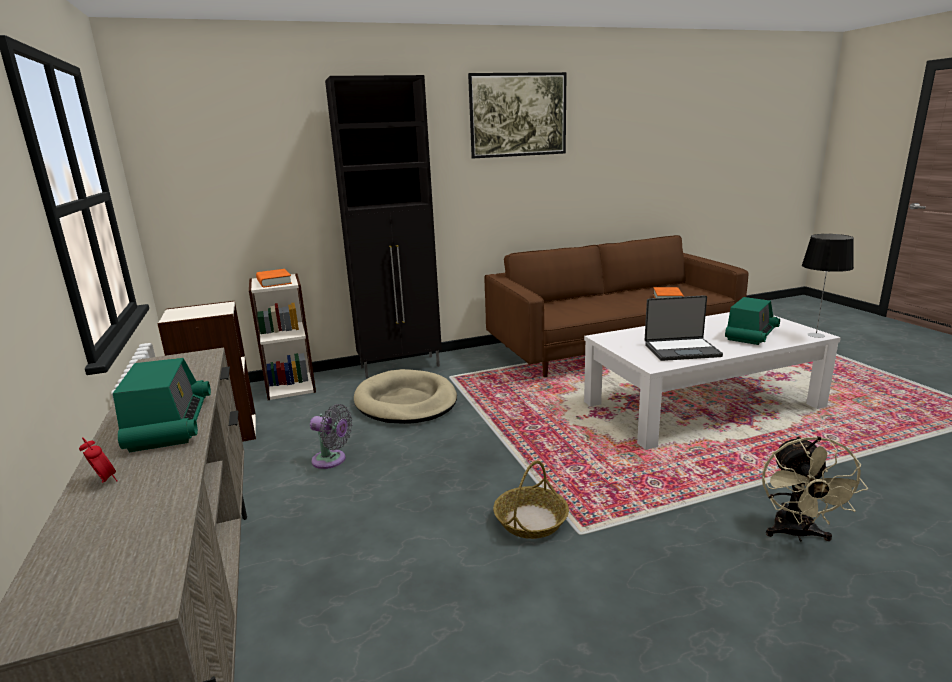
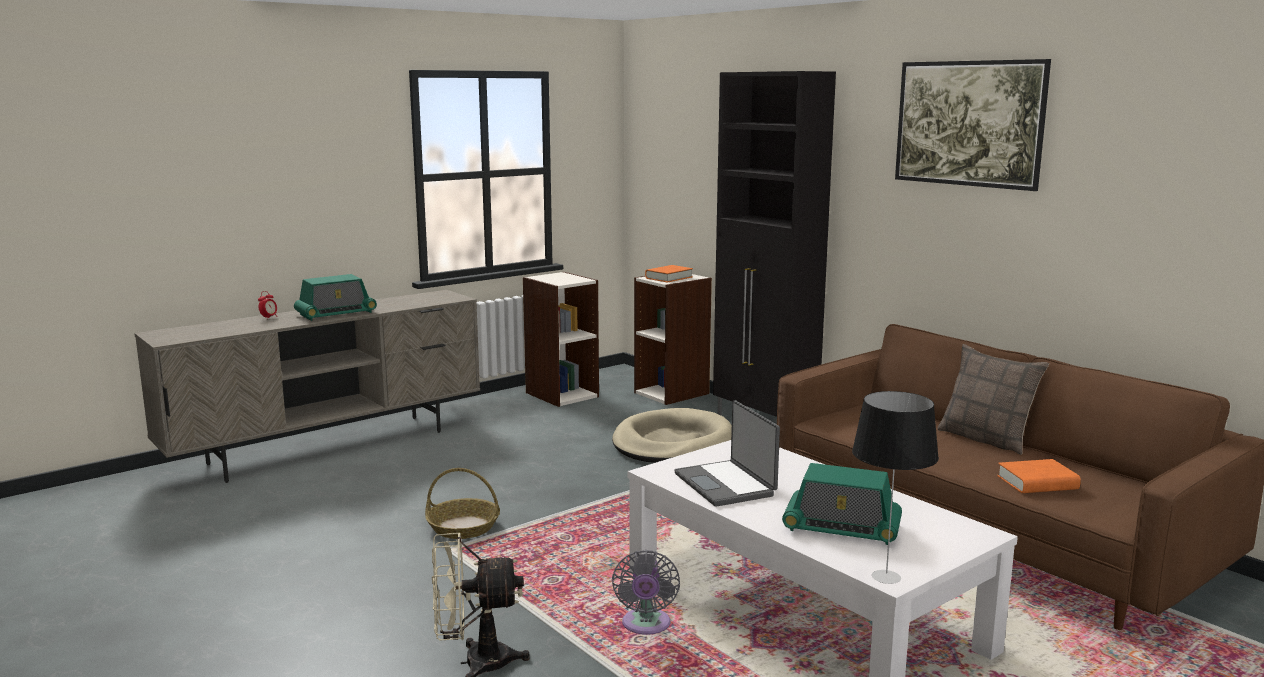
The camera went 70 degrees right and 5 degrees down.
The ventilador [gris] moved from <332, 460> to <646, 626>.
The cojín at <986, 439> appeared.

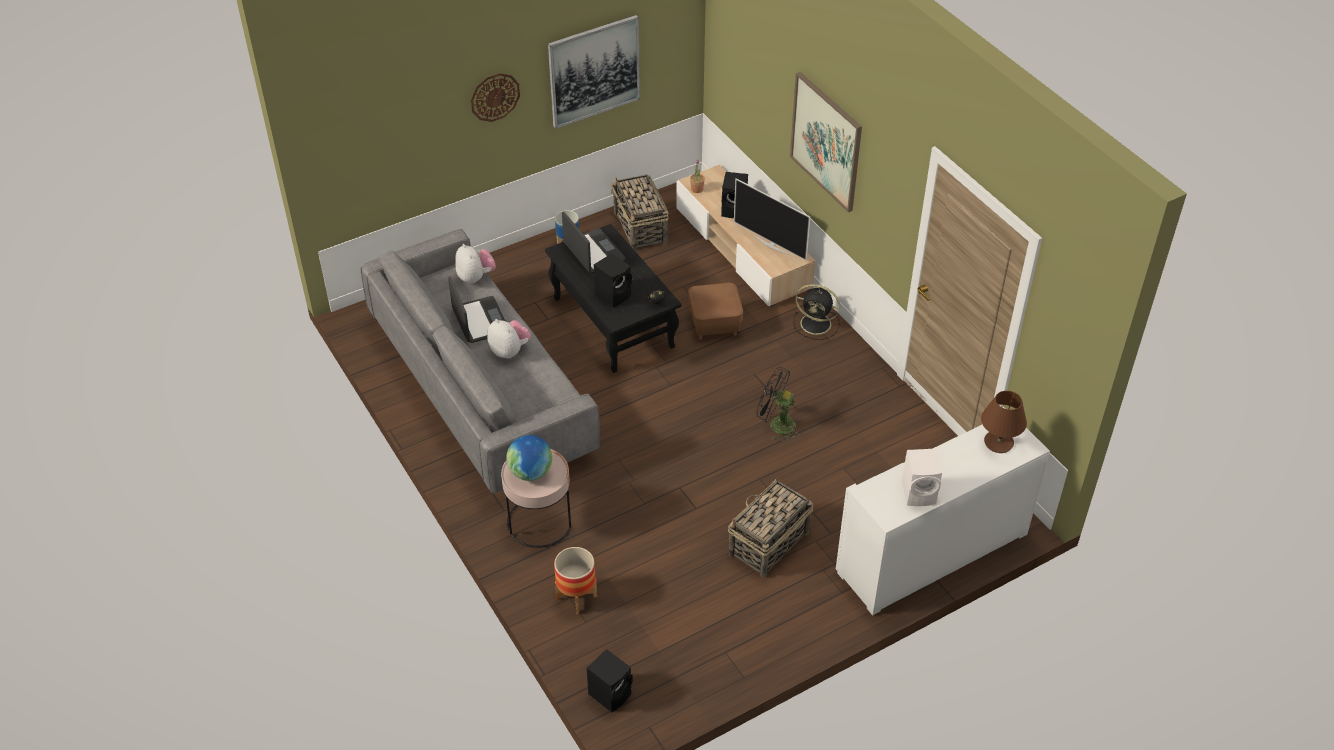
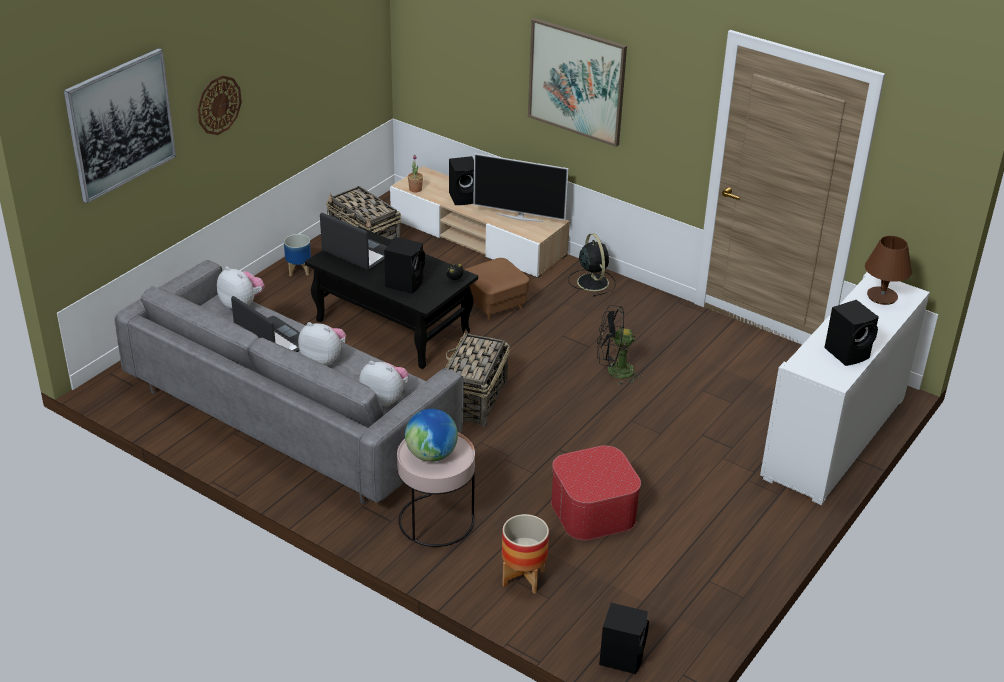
The camera went 25 degrees left and 10 degrees down.
The cuadro moved from <594, 71> to <120, 124>.
The cesta moved from <768, 544> to <473, 400>.
The ventilador [negro] at <817, 324> turned 105 degrees counterclockwise.
The altavoz [blanco] at <920, 493> became the altavoz [negro] at <848, 353>.
The peluche at <385, 399> appeared.
The puf at <593, 511> appeared.

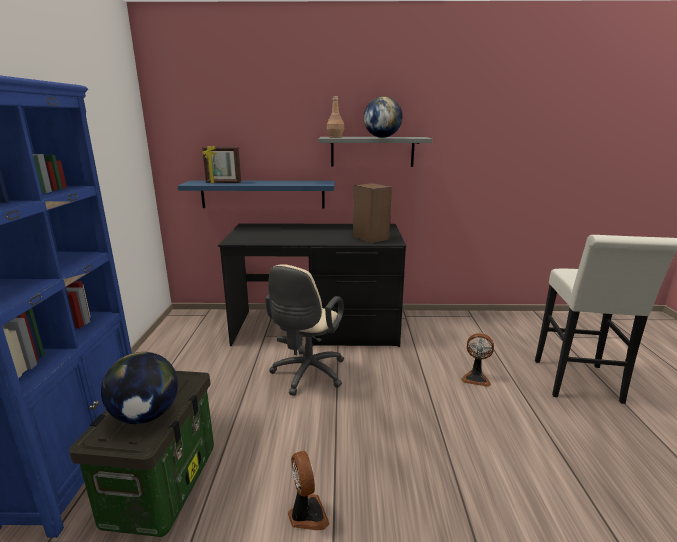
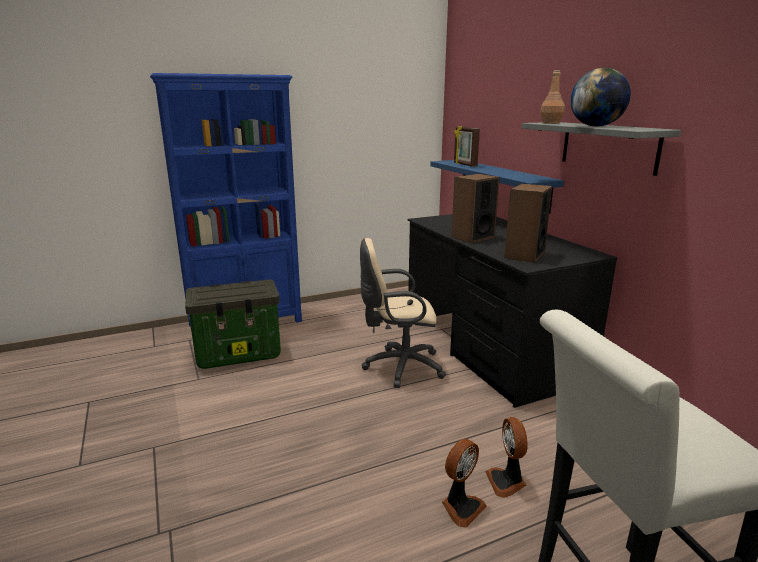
The camera went 65 degrees right and 0 degrees up.
The globo terráqueo at <146, 415> disappeared.
The ventilador moved from <306, 515> to <461, 507>.
The altavoz at <472, 237> appeared.

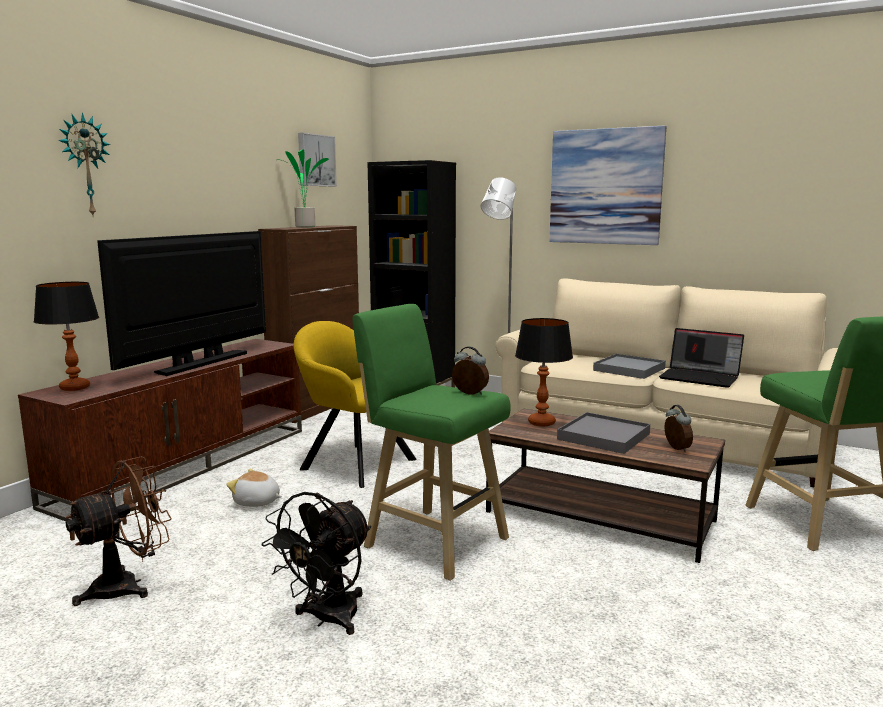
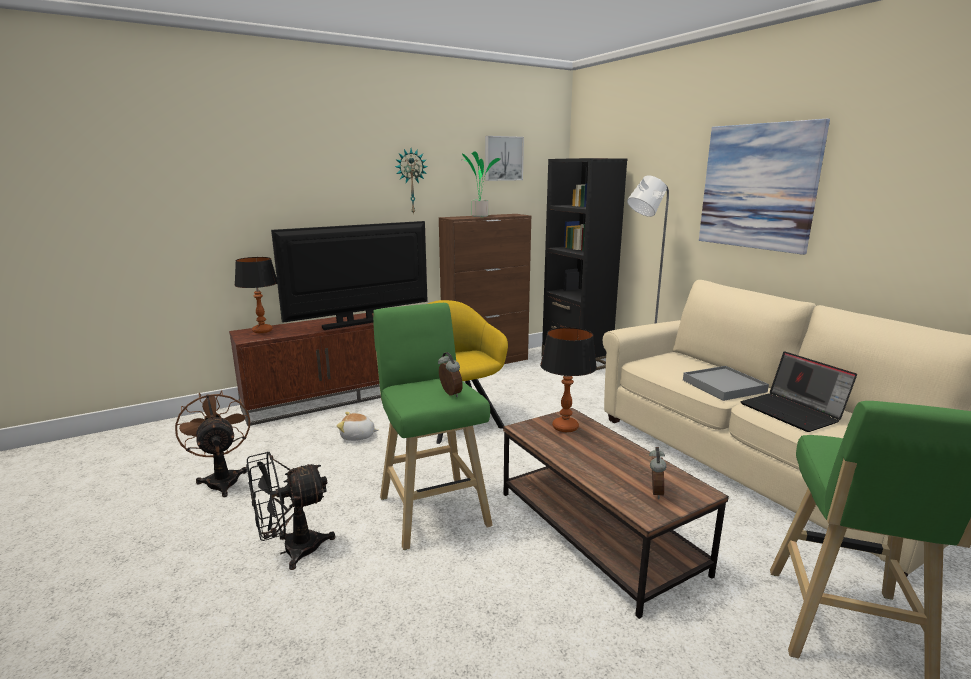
The camera went 30 degrees right and 5 degrees up.
The reloj de pared moved from <85, 165> to <411, 181>.
The ventilador [marrón] at <127, 585> turned 105 degrees counterclockwise.
The peluche at <256, 502> turned 45 degrees counterclockwise.
The bandeja [gris] at <604, 436> disappeared.

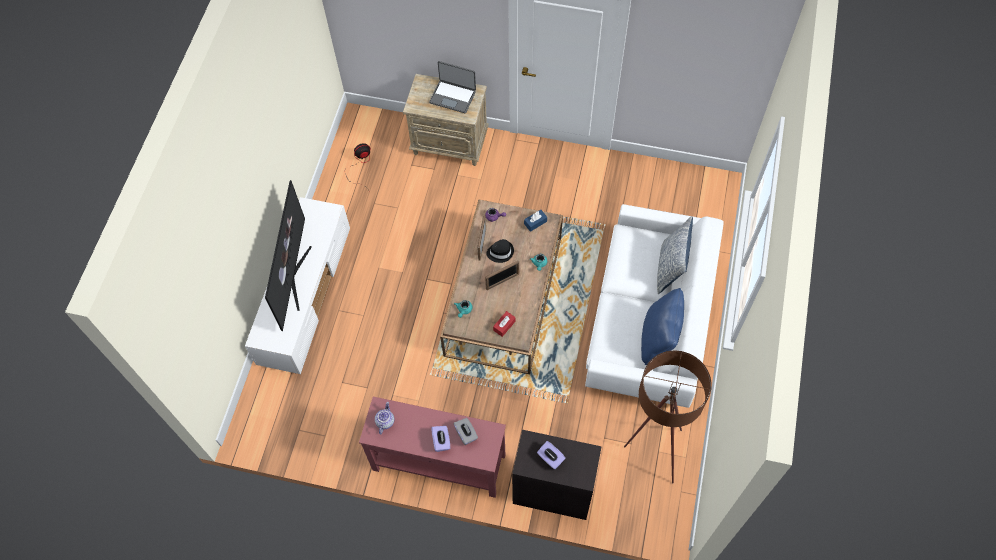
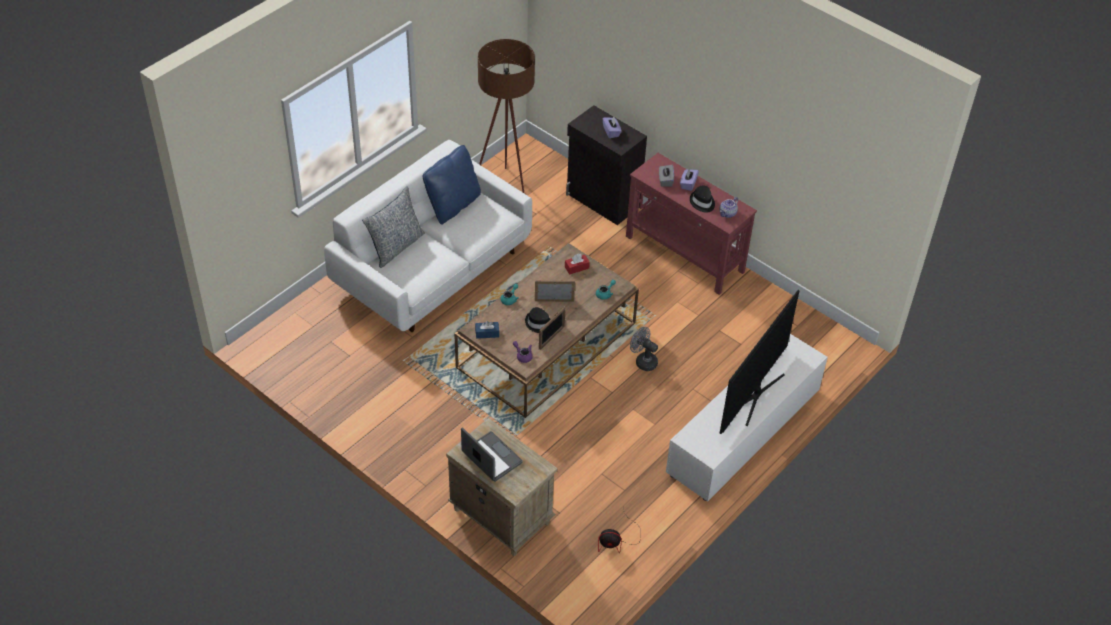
The camera went 155 degrees left and 15 degrees down.
The ventilador [gris] at <643, 361> appeared.
The sombrero [negro] at <702, 202> appeared.

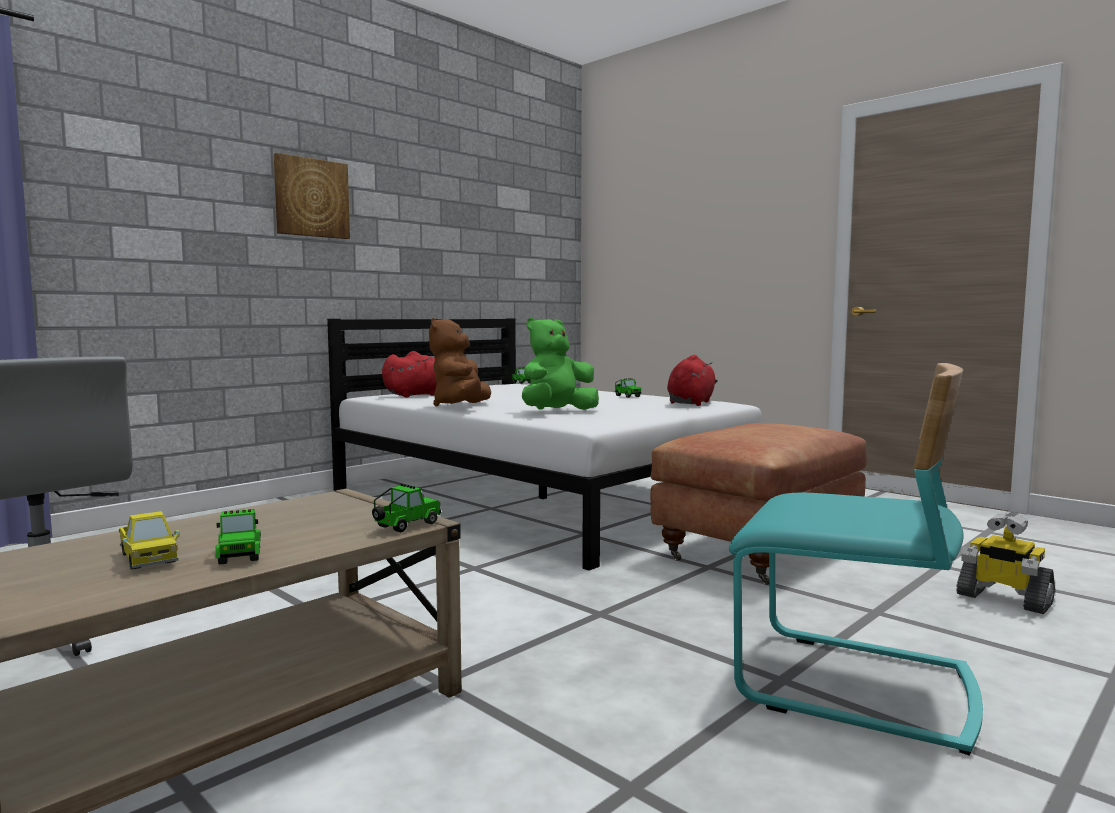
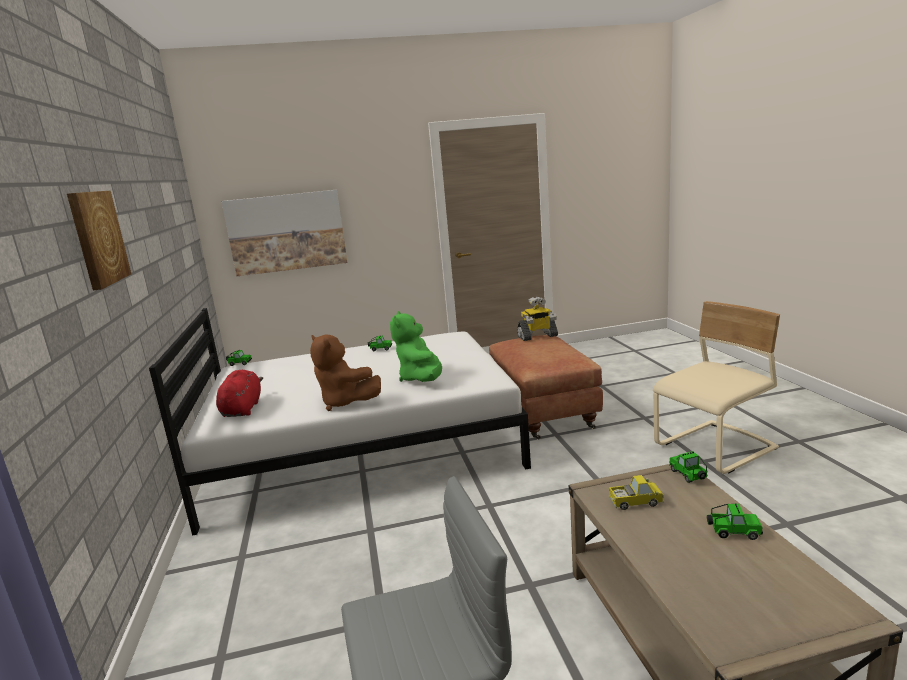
The camera went 55 degrees left and 10 degrees up.
The camión de juguete moved from <148, 559> to <635, 502>.
The peluche [rojo] at <691, 403> disappeared.
The silla [turquesa] at <854, 686> became the silla [beis] at <716, 449>.
The robot de juguete moved from <1003, 599> to <537, 336>.
The cuadro at <286, 232> appeared.

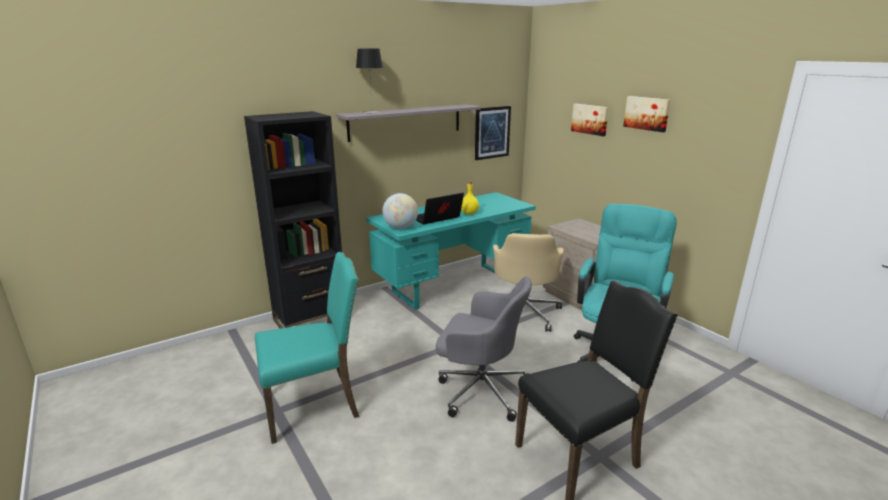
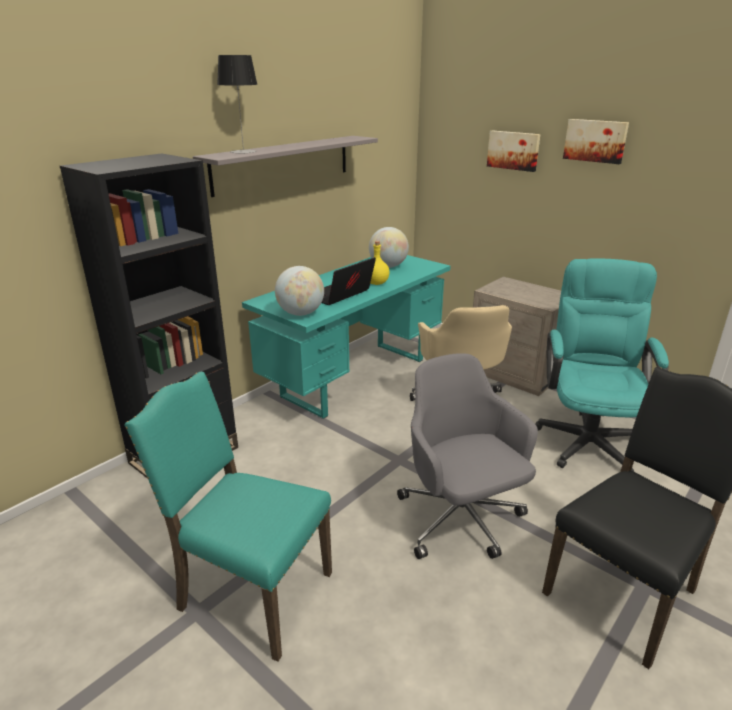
The camera went 15 degrees left and 5 degrees up.
The silla [turquesa] at <314, 406> turned 120 degrees counterclockwise.
The silla de oficina [gris] at <480, 389> turned 120 degrees counterclockwise.
The cuadro at <492, 132> disappeared.
The globo terráqueo at <388, 266> appeared.

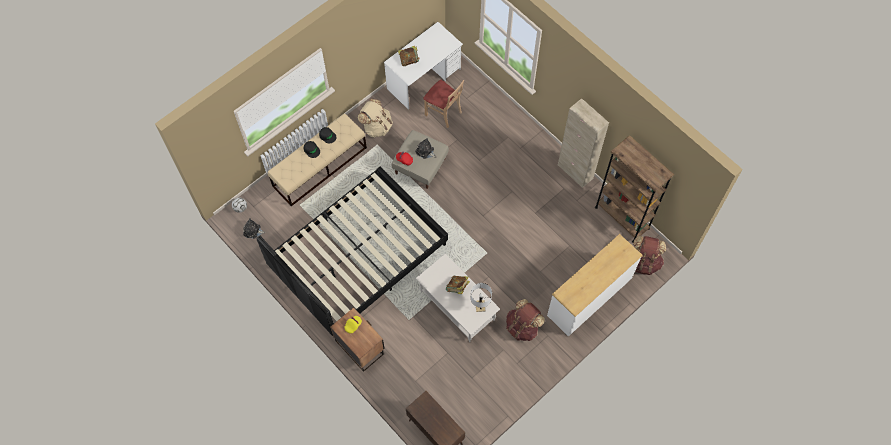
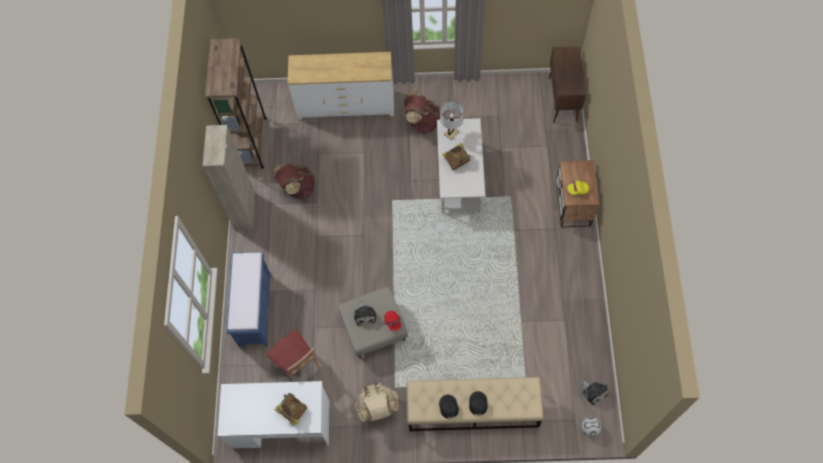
The camera went 135 degrees left and 0 degrees up.
The cama [negro] at <358, 256> disappeared.
The silla [beis] at <443, 113> turned 150 degrees clockwise.
The mochila [marrón] moved from <644, 262> to <297, 188>.
The banco [azul] at <254, 309> appeared.

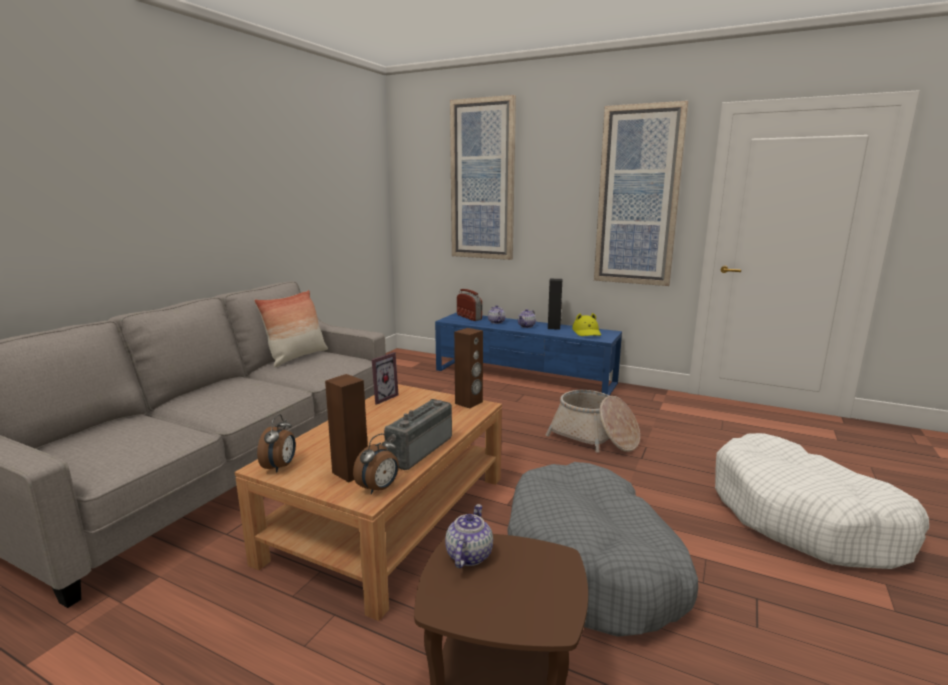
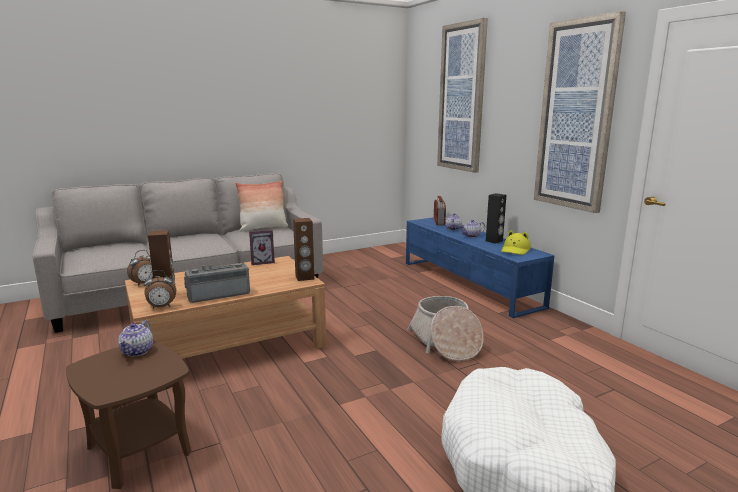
The camera went 35 degrees right and 0 degrees up.
The tetera at <468, 555> turned 135 degrees clockwise.
The cama para perro [gris] at <592, 564> disappeared.

